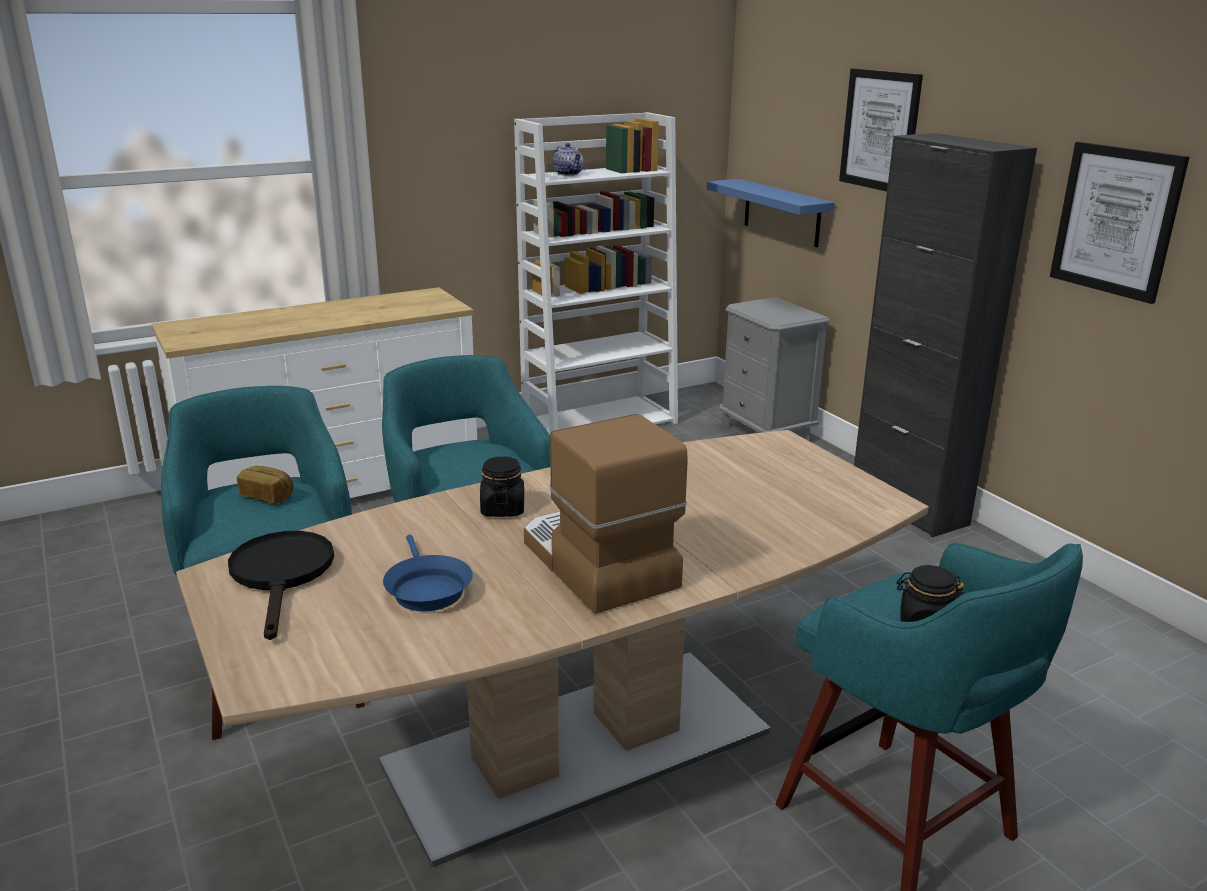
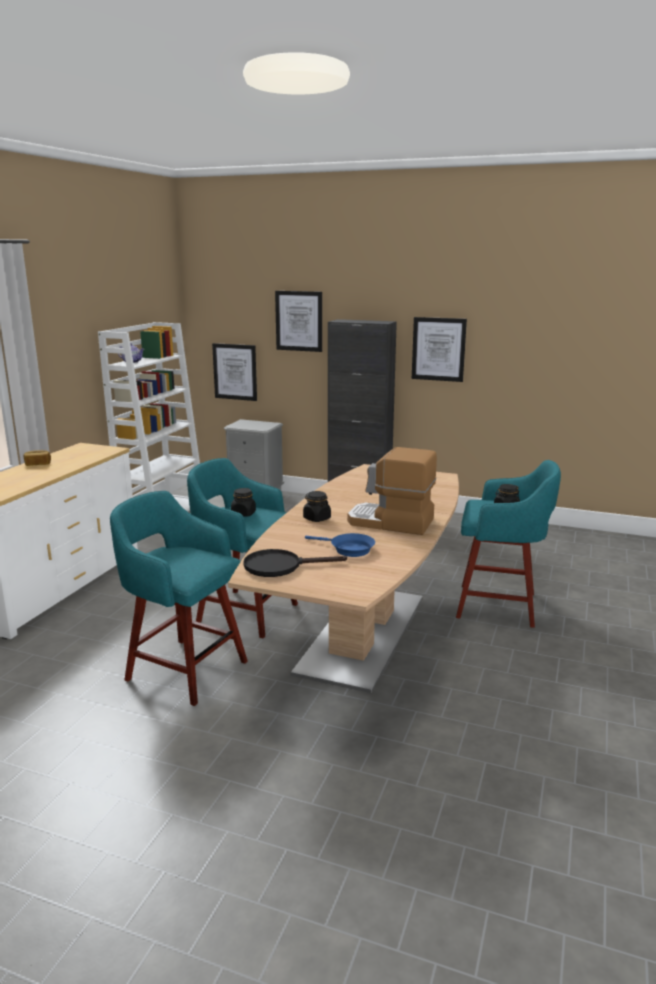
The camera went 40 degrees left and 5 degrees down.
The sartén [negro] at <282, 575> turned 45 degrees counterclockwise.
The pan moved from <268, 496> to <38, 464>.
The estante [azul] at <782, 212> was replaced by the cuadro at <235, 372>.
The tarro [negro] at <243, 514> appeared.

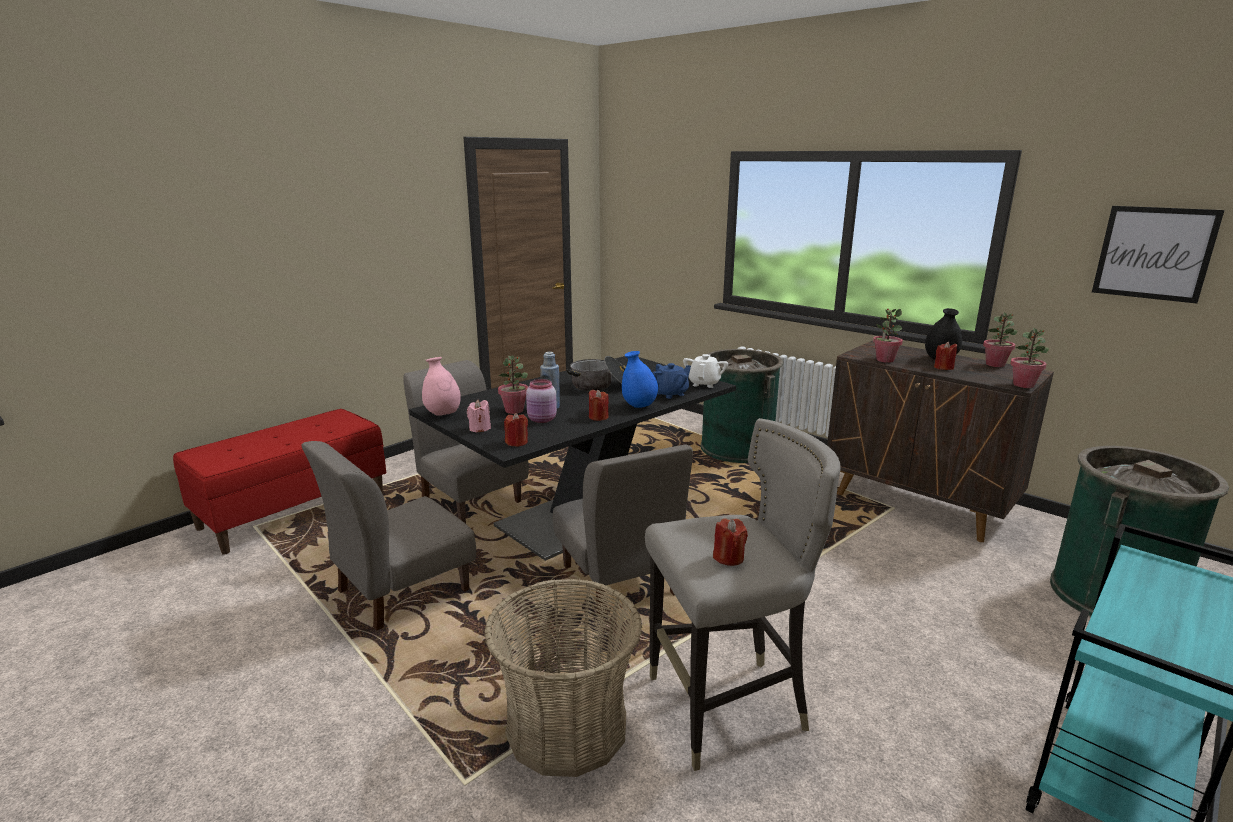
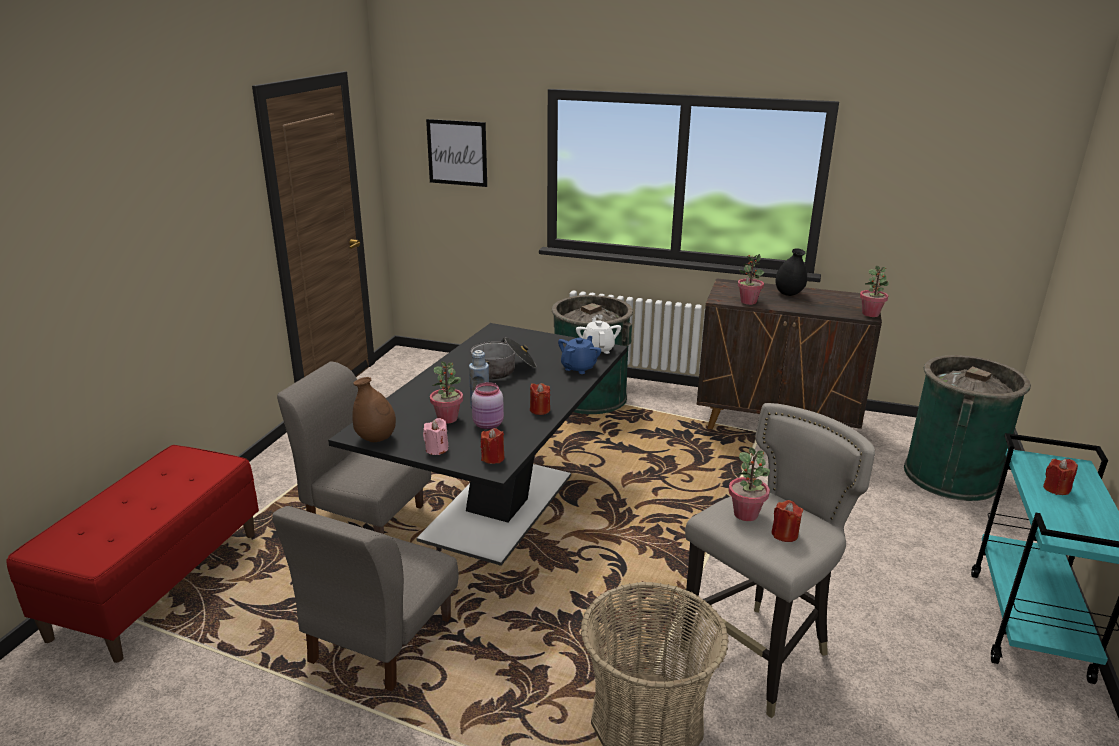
The camera went 25 degrees left and 5 degrees up.
The florero [rosa] at <443, 414> became the florero [marrón] at <376, 439>.
The silla [gris] at <619, 581> disappeared.
The florero [azul] at <639, 406> disappeared.
The vela [rojo] moved from <943, 368> to <1056, 489>.
The planta en maceta moved from <995, 364> to <746, 514>.
The cuadro moved from <1154, 253> to <457, 152>.

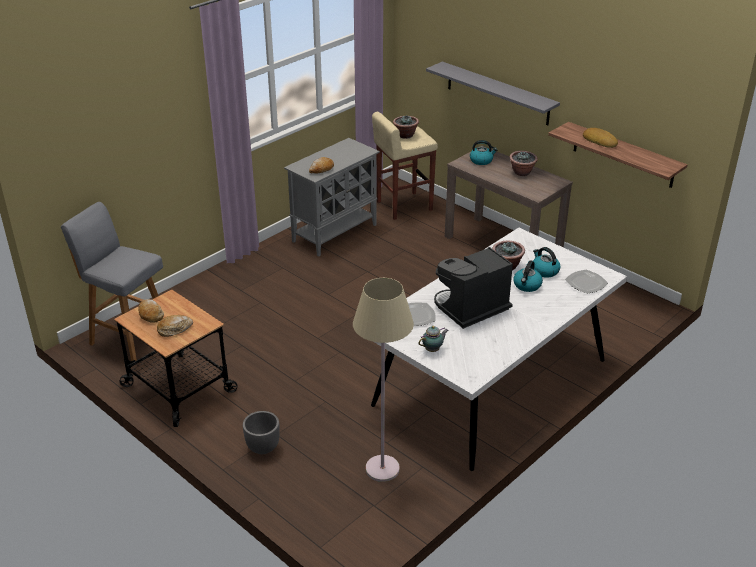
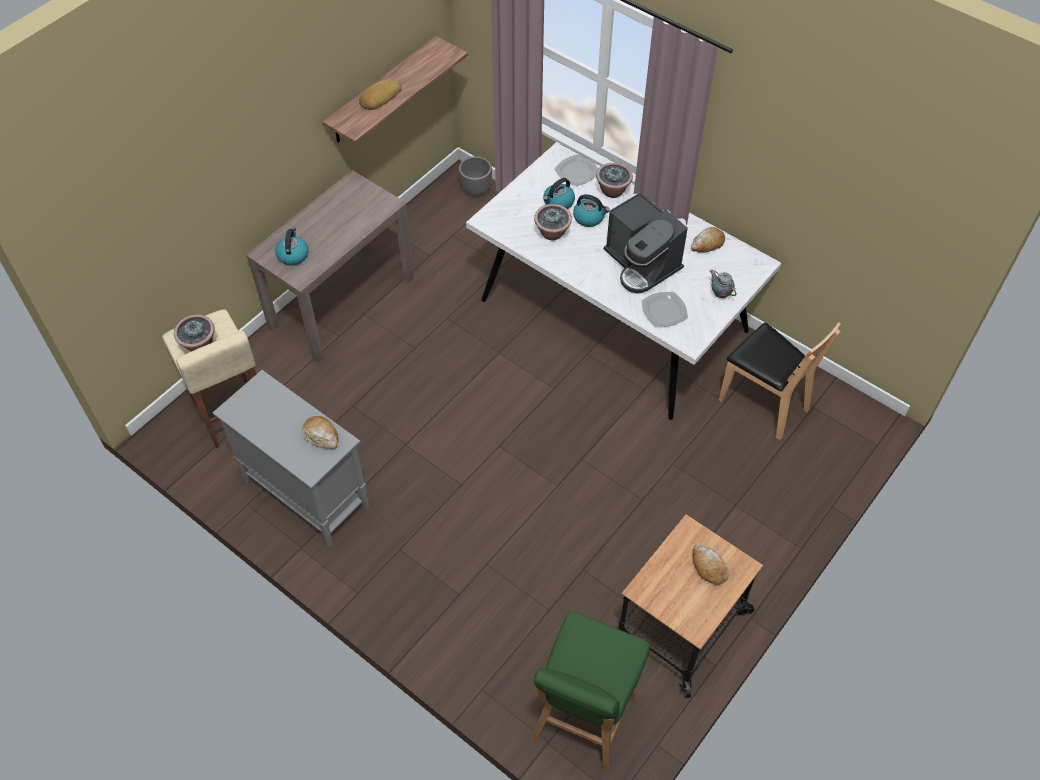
The camera went 95 degrees left and 20 degrees up.
The taburete [gris] at <129, 336> became the taburete [verde] at <583, 720>.
The pan moved from <150, 314> to <707, 244>.
The maceta [gris] moved from <262, 447> to <476, 189>.
The lámpara de pie [beis] at <382, 469> was replaced by the silla [marrón] at <763, 403>.
The estante [gris] at <497, 93> disappeared.
The planta en maceta moved from <522, 172> to <612, 191>.

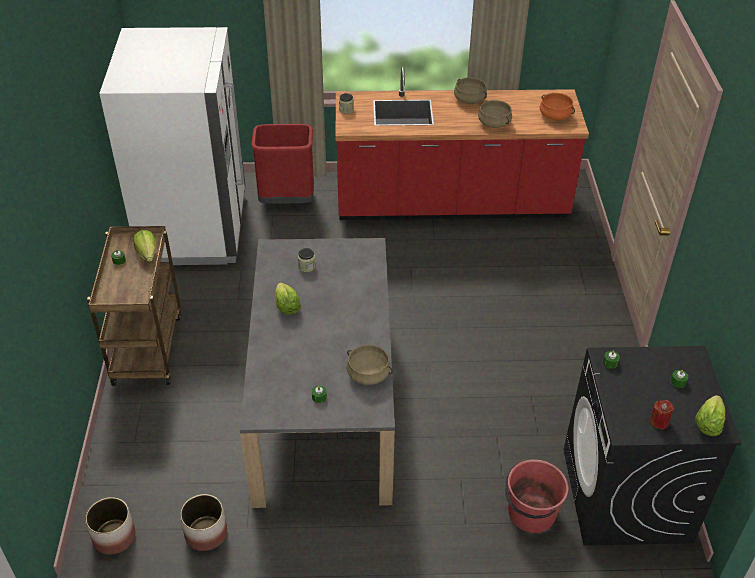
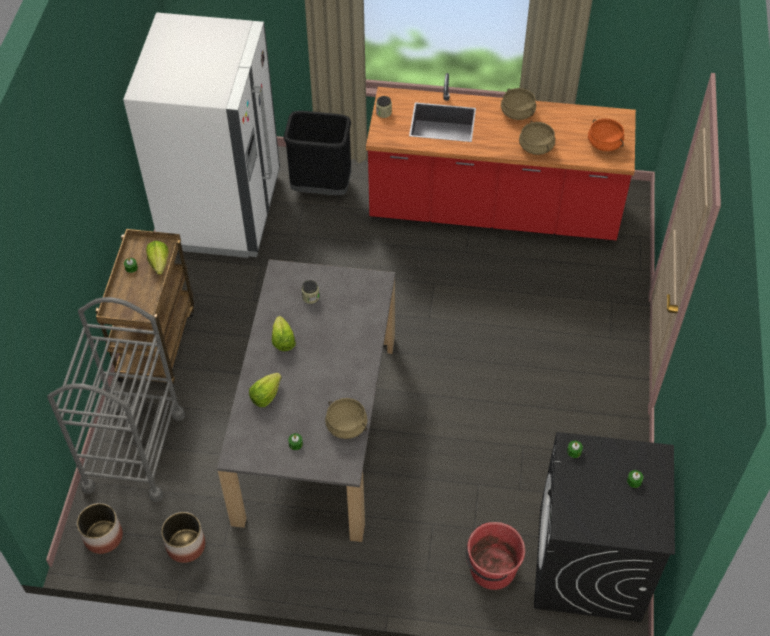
The camera went 10 degrees right and 10 degrees up.
The papelera [rojo] at <287, 200> became the papelera [negro] at <321, 187>.
The vela [rojo] at <659, 421> disappeared.
The lechuga moved from <708, 424> to <266, 395>.
The carrito [gris] at <134, 451> appeared.

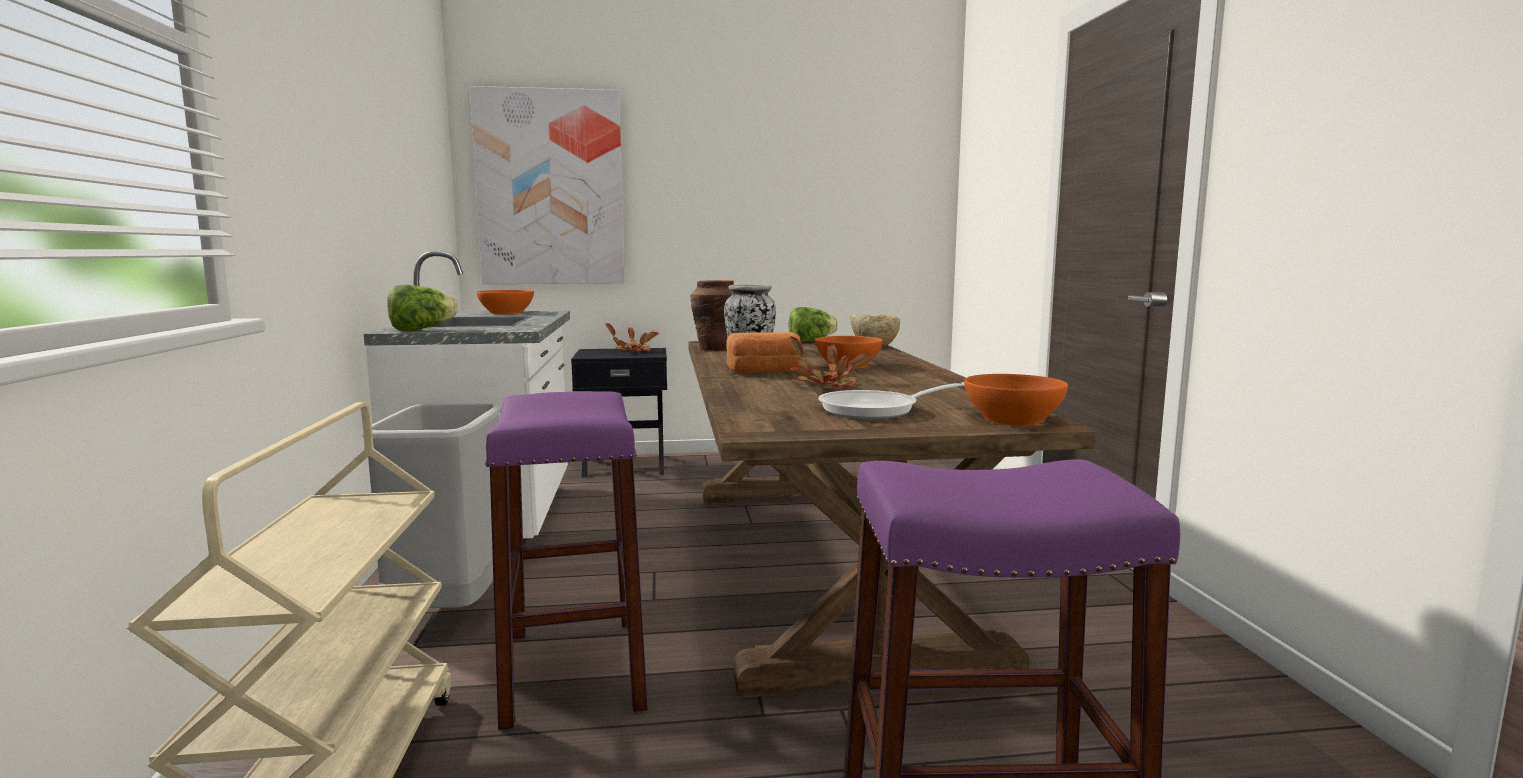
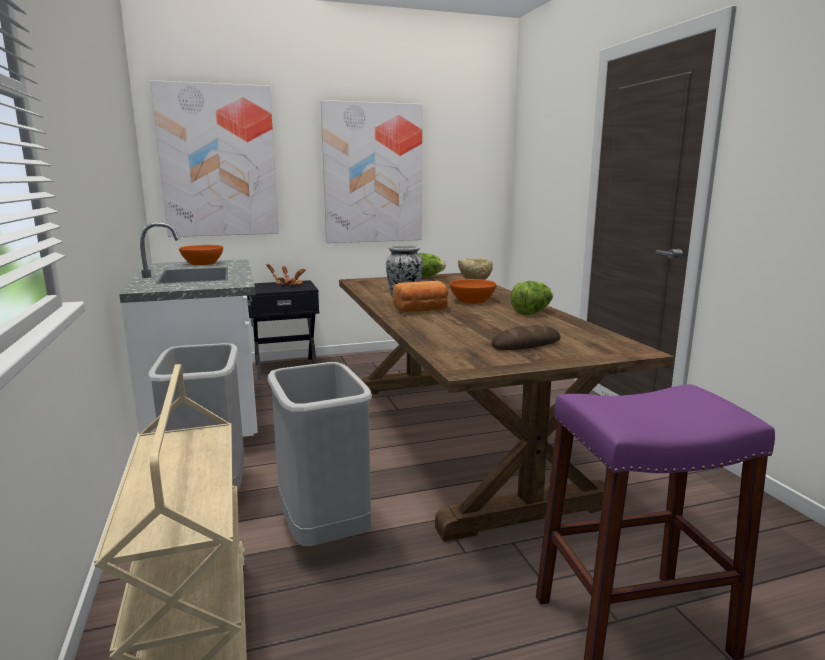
The camera went 10 degrees left and 5 degrees up.
The lechuga moved from <421, 329> to <532, 312>.
The taburete [morado] at <574, 669> was replaced by the papelera [gris] at <323, 533>.
The florero [marrón] at <716, 349> disappeared.
The planta en maceta at <827, 384> disappeared.
The sartén at <877, 410> was replaced by the pan at <526, 344>.
The cuenco [naranja] at <1013, 419> disappeared.
The cuadro at <372, 173> appeared.

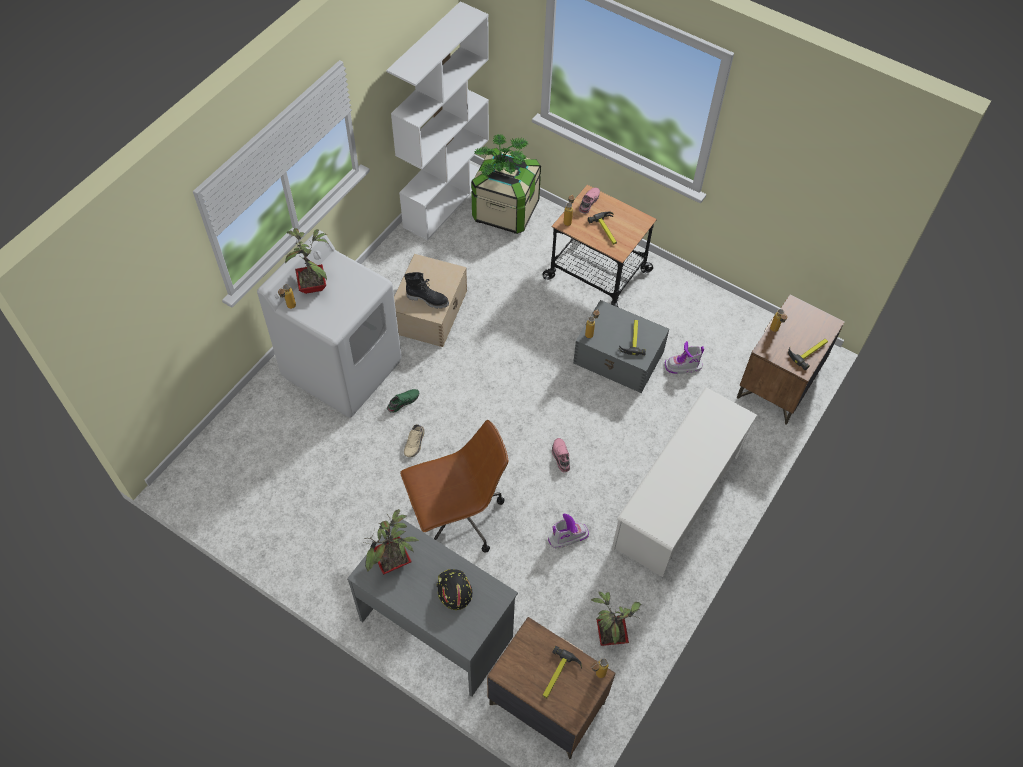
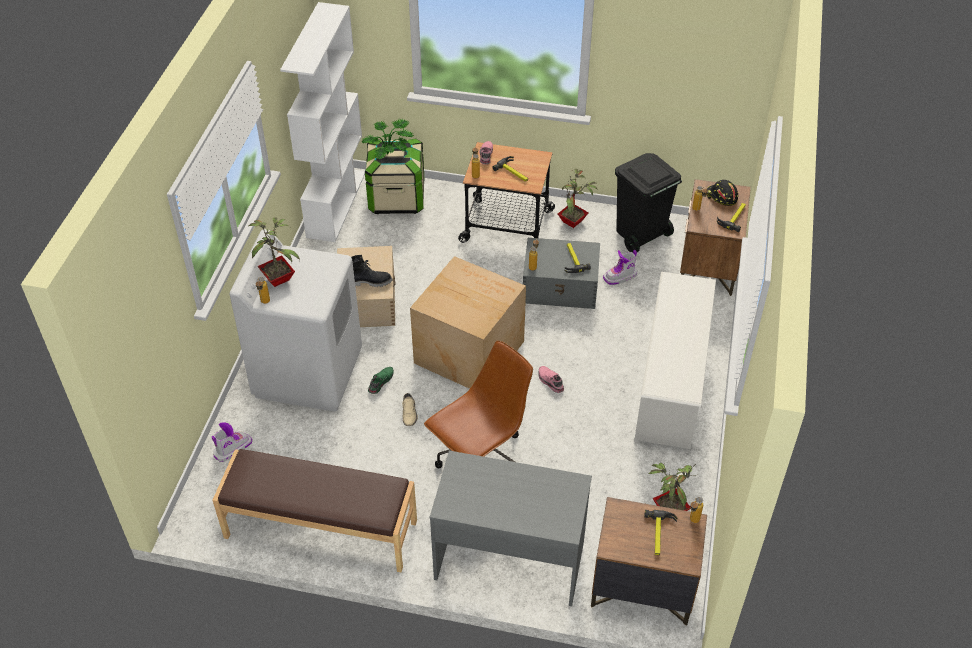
The camera went 20 degrees left and 10 degrees down.
The planta en maceta moved from <393, 563> to <573, 222>.
The casco [negro] moved from <453, 590> to <721, 197>.
The bota moved from <567, 536> to <232, 448>.
The banco [marrón] at <320, 530> appeared.
The caja de cartón at <468, 350> appeared.
The papelera [negro] at <640, 236> appeared.

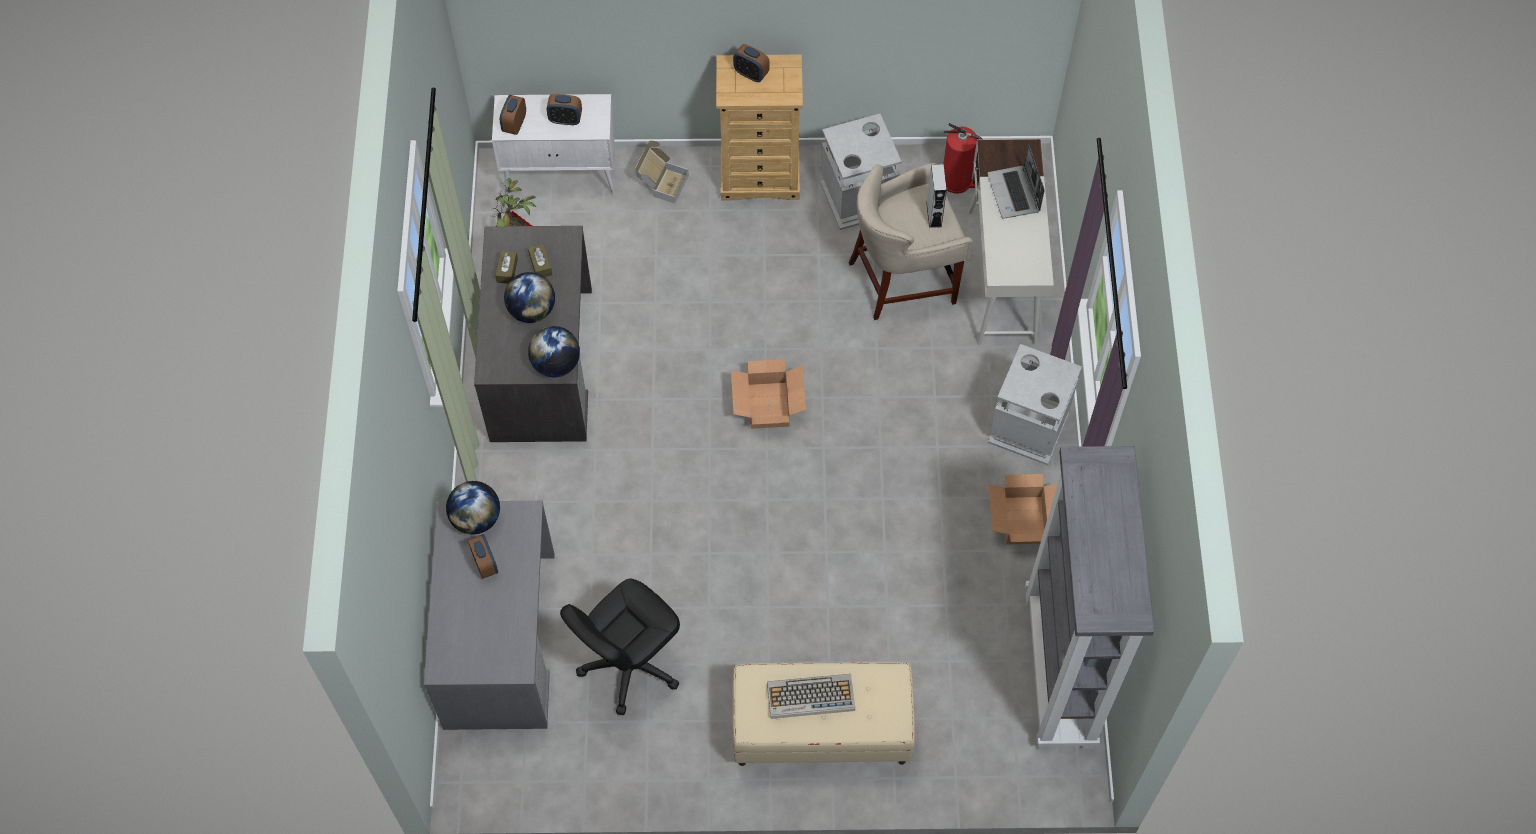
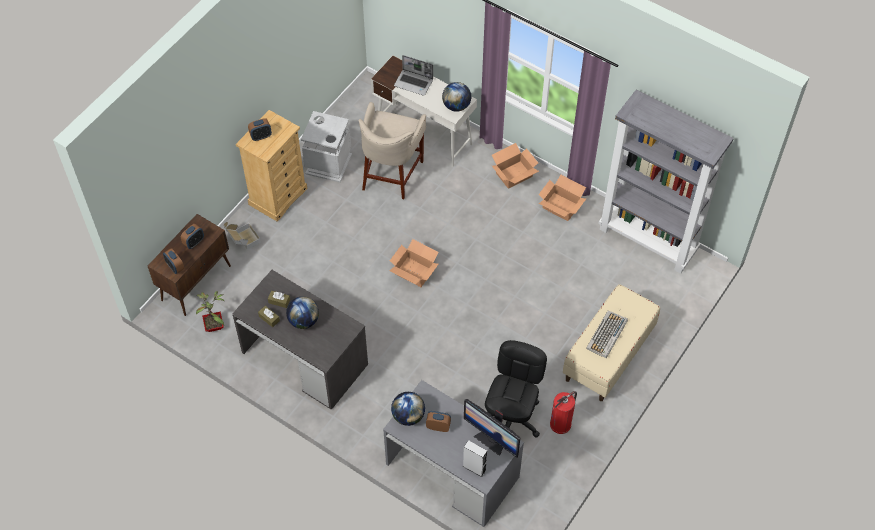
The camera went 55 degrees left and 5 degrees down.
The armario [blanco] at <562, 175> became the armario [marrón] at <196, 282>.
The globo terráqueo moved from <556, 364> to <456, 106>.
The silla de oficina [negro] at <629, 665> turned 150 degrees counterclockwise.
The altavoz [gris] moved from <934, 214> to <474, 468>.
The extintor moved from <957, 181> to <561, 424>.
The papelera [gris] at <1028, 428> was replaced by the caja de cartón at <514, 175>.
The monitor at <491, 440> appeared.

